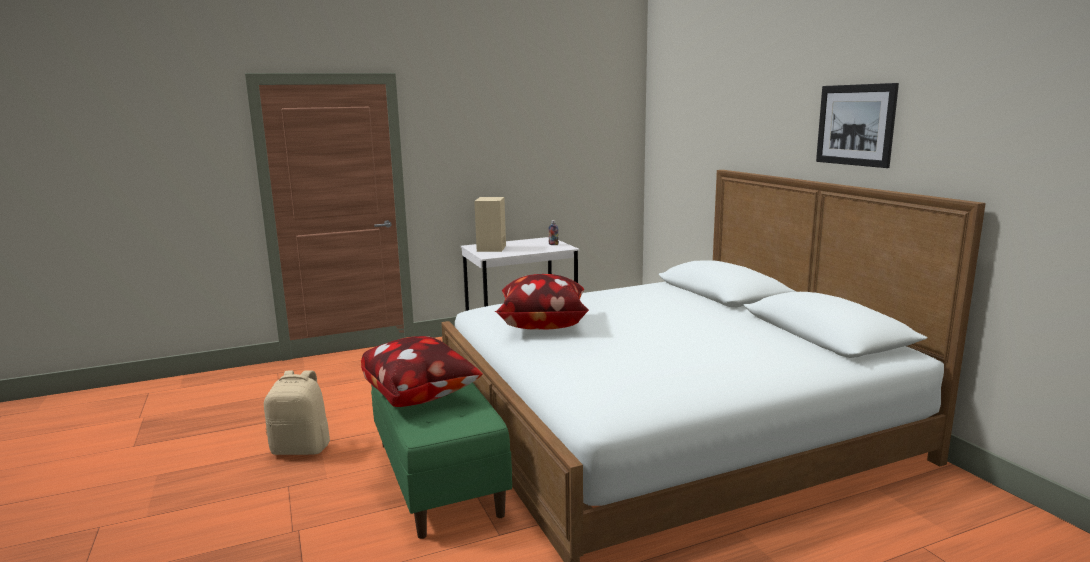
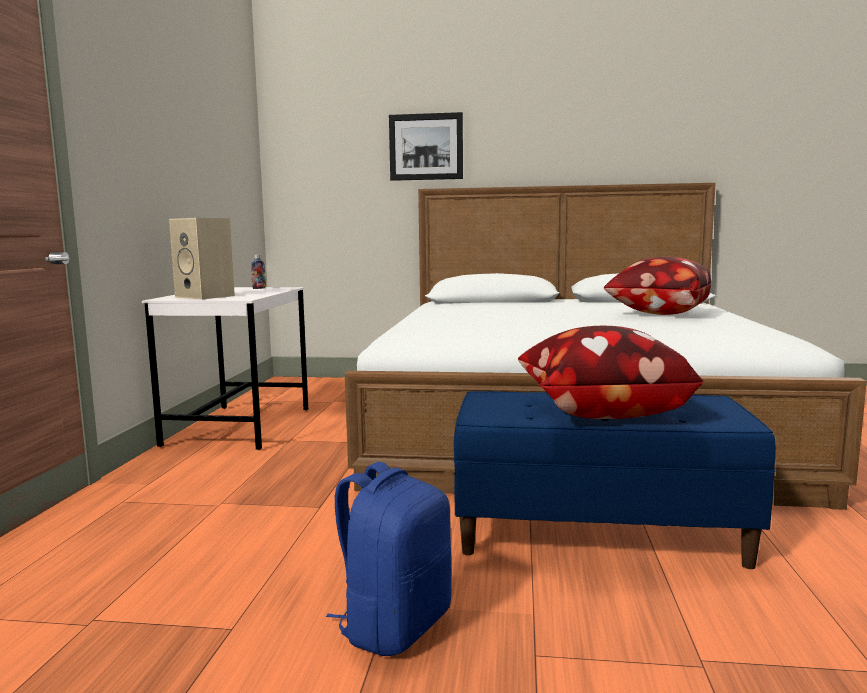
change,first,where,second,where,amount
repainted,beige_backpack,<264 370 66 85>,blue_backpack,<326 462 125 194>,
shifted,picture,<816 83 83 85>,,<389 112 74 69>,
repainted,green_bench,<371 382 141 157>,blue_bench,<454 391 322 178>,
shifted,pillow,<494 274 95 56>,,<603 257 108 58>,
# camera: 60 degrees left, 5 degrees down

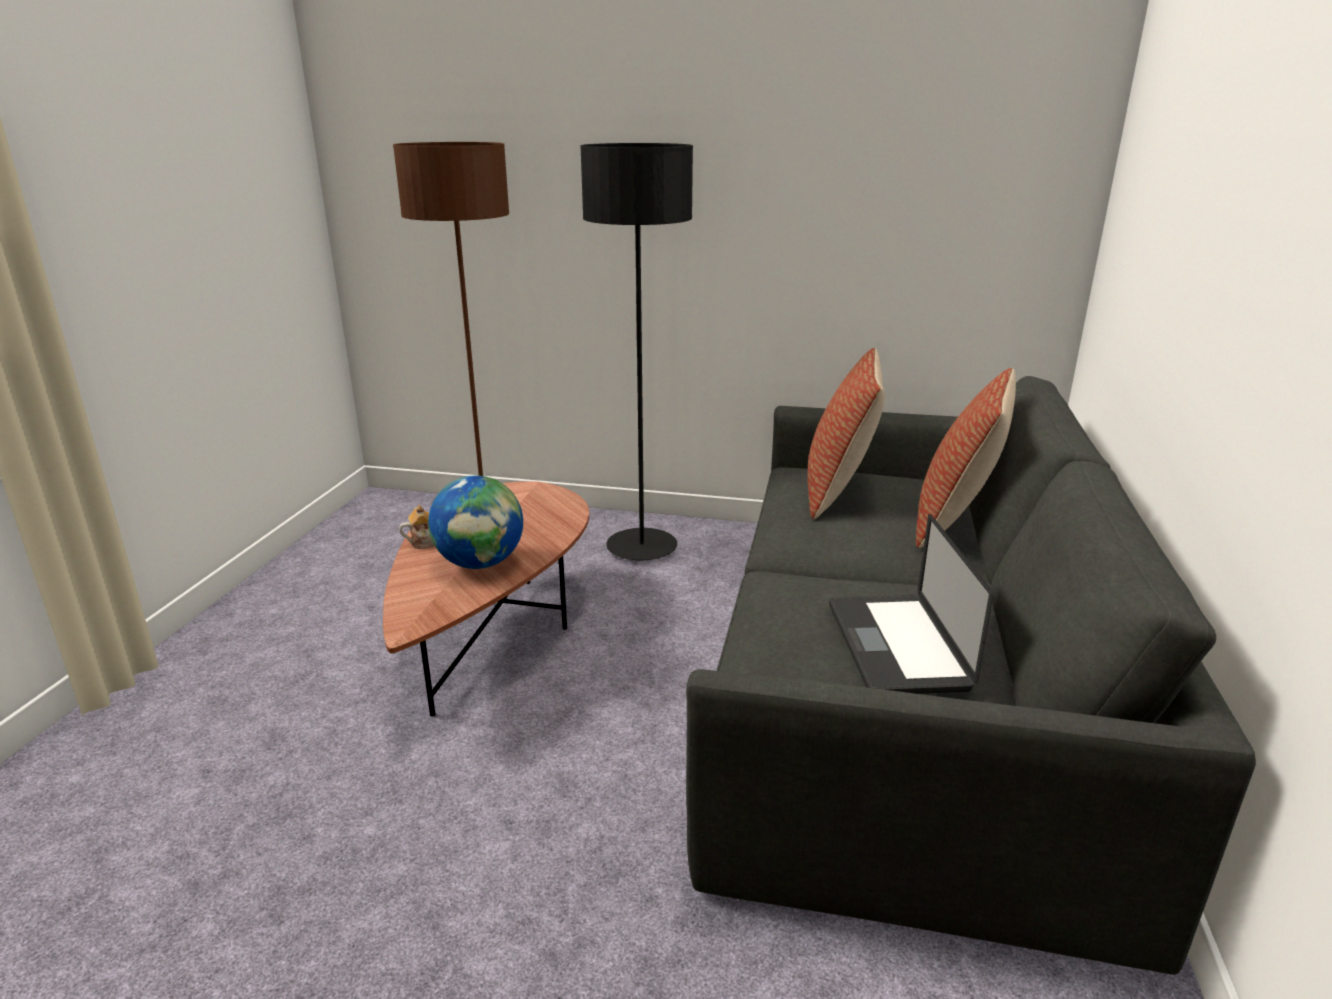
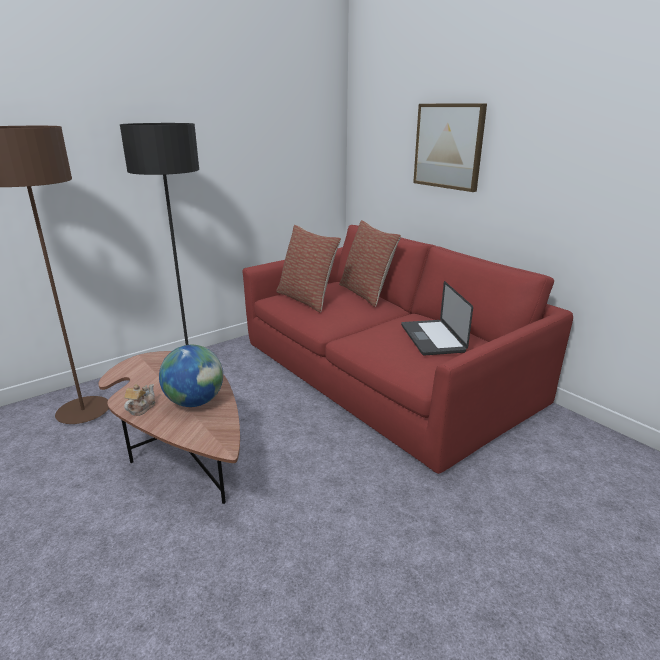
change,first,where,second,where,amount
repainted,grey_sofa,<686 376 570 599>,red_sofa,<242 225 331 249>,
rotated,laptop,<829 514 164 180>,,<401 281 72 75>,45 degrees clockwise
new,,,picture,<413 103 74 89>,
# camera: 50 degrees left, 0 degrees up

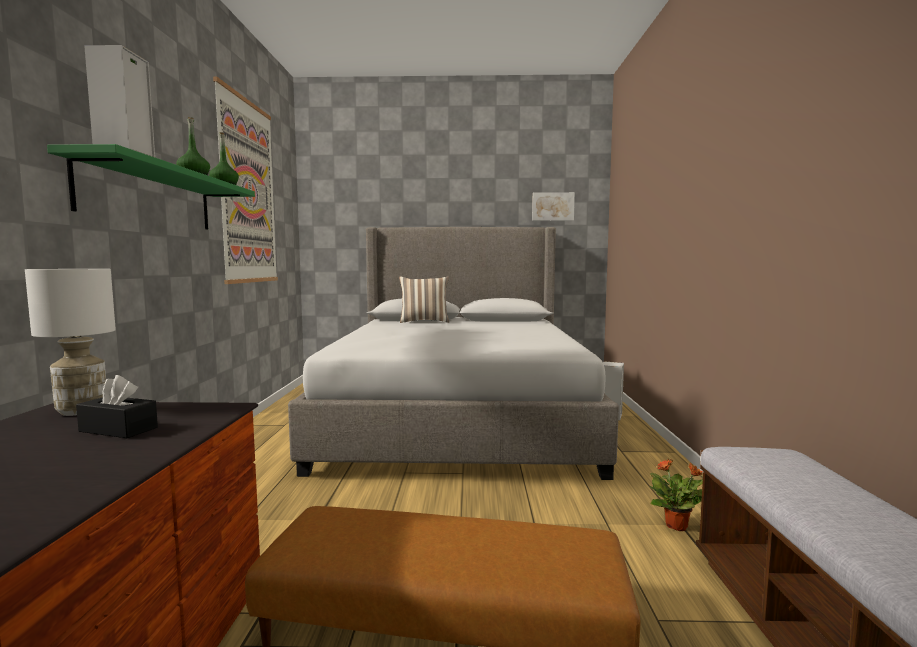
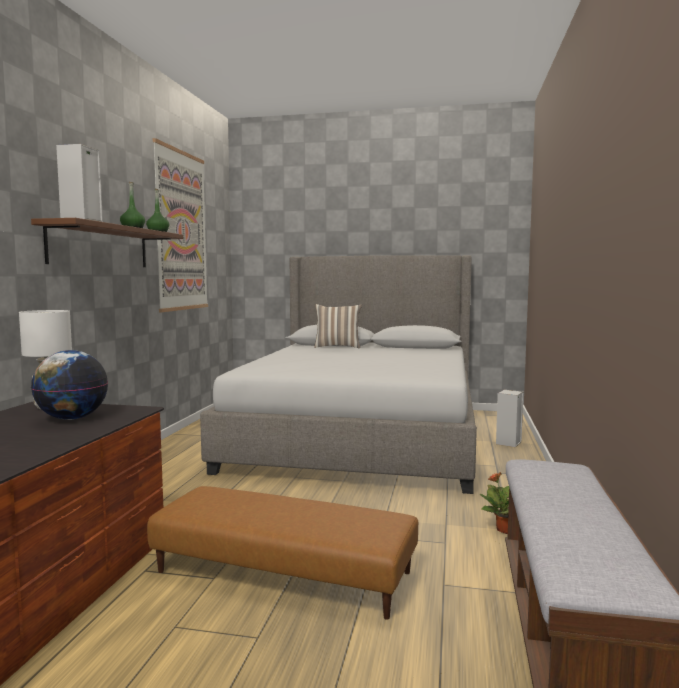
change,first,where,second,where,amount
repainted,green_shelf,<47 144 208 85>,brown_shelf,<31 218 152 49>,
swapped,black_tissue_box,<76 375 82 63>,globe,<31 350 77 70>,
gone,picture,<532 192 43 29>,,,
# camera: 10 degrees right, 0 degrees up

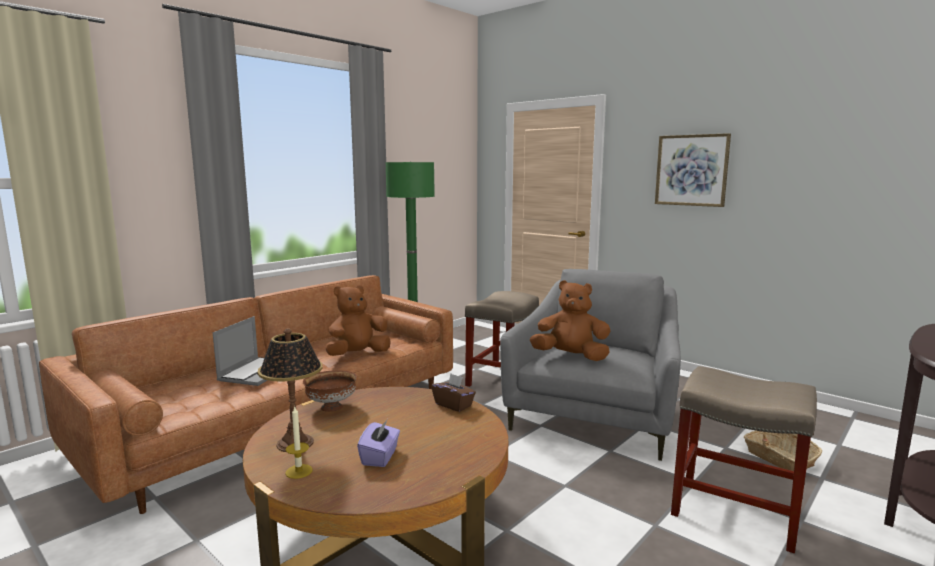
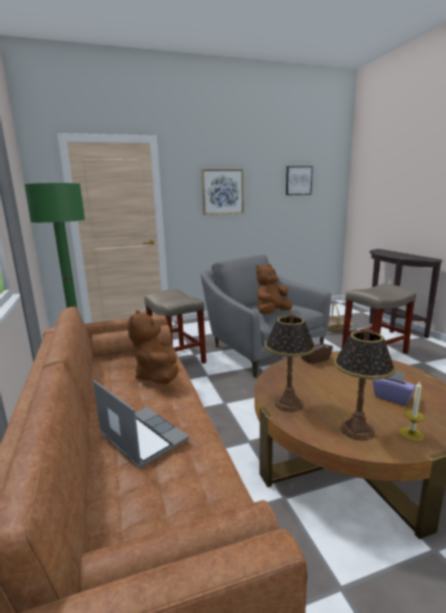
change,first,where,second,where,amount
swapped,brown_bowl,<303 370 54 42>,table_lamp,<265 313 51 99>,
new,,,picture,<286 166 27 29>,
# camera: 60 degrees left, 5 degrees up

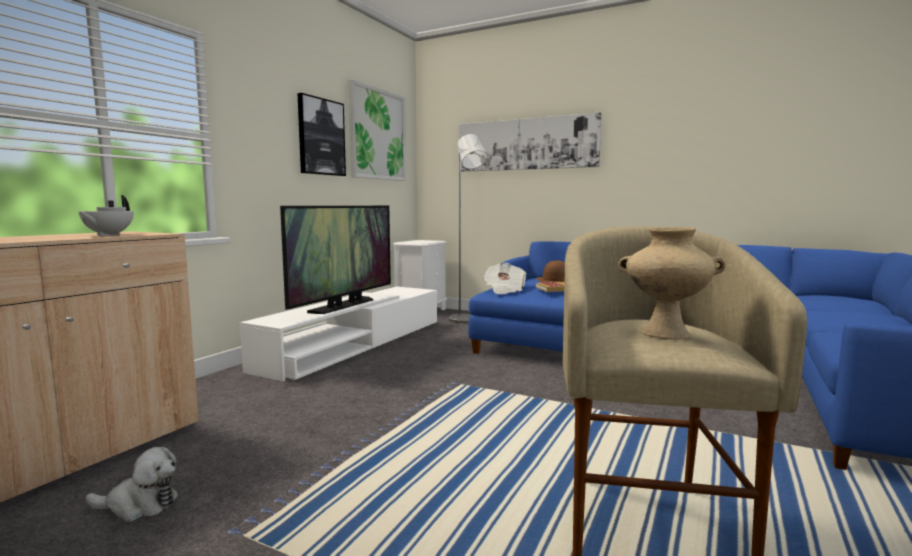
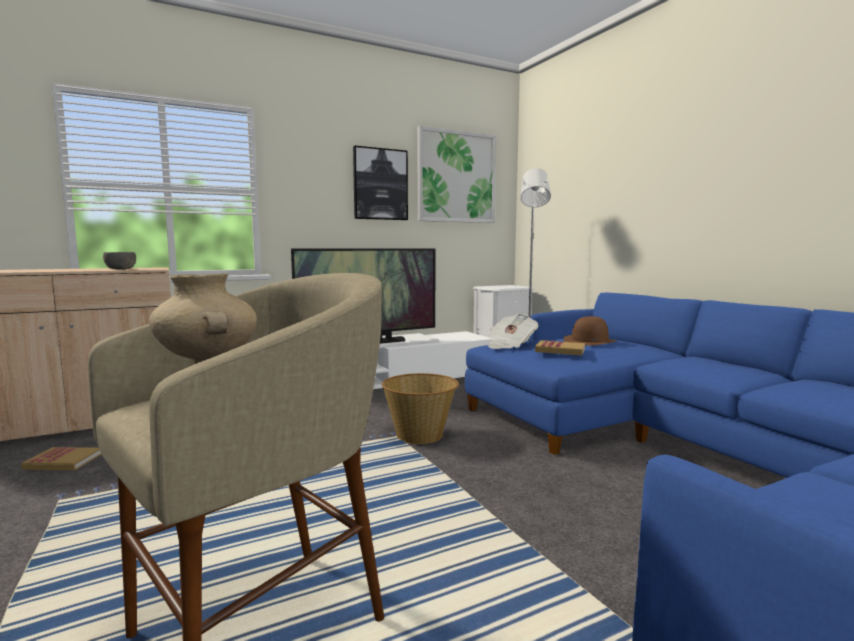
change,first,where,second,where,amount
swapped,plush_toy,<86 447 92 75>,book,<21 447 80 23>,
swapped,white_teapot,<78 195 56 41>,grey_bowl,<103 252 33 18>,
new,,,basket,<382 373 77 71>,
gone,picture,<459 112 143 60>,,,
# camera: 35 degrees right, 0 degrees up

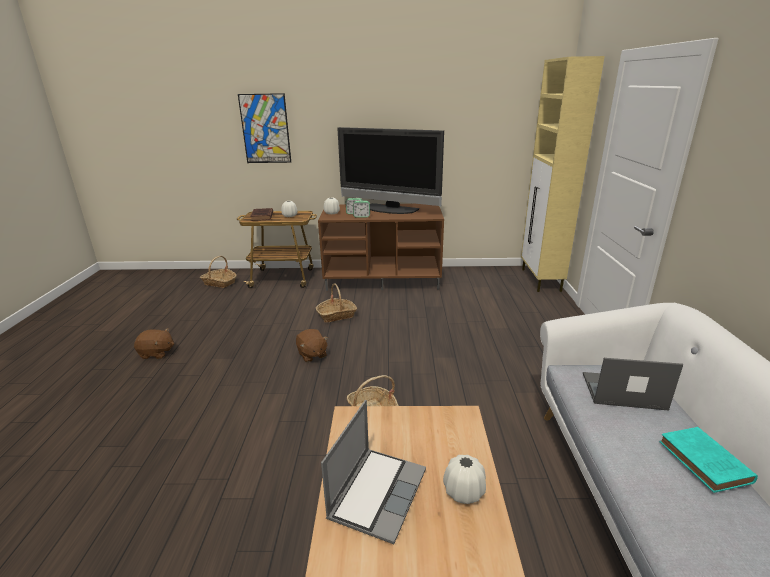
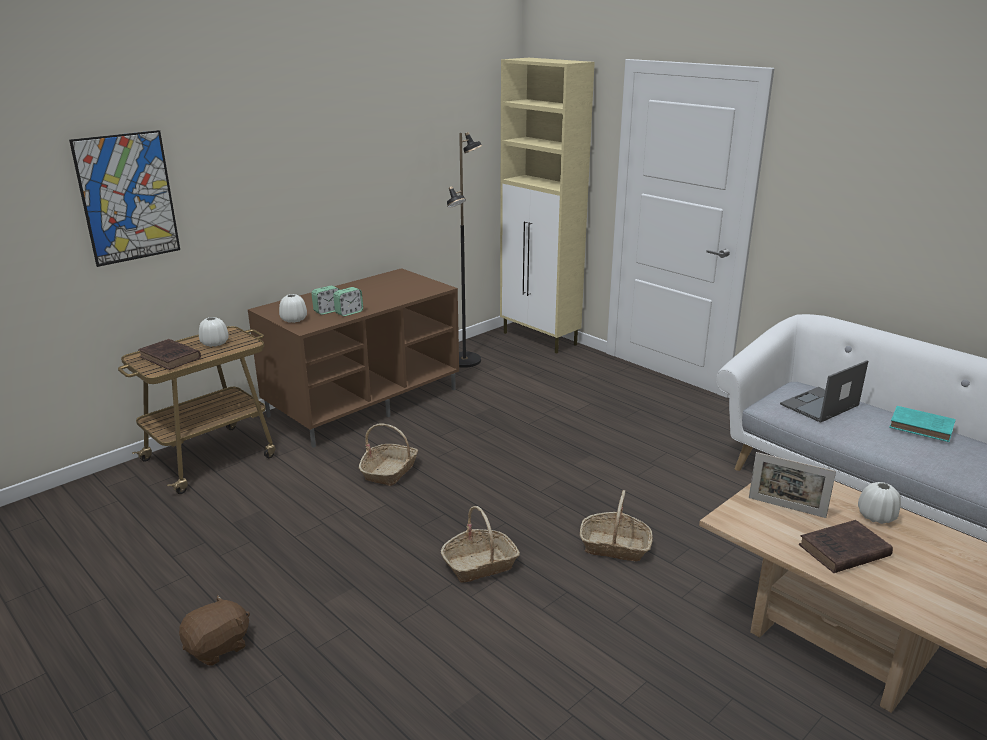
change,first,where,second,where,amount
shifted,basket,<200 256 37 32>,,<441 506 79 77>,
new,,,black_floor_lamp,<447 132 35 236>,
new,,,picture_frame,<749 452 87 66>,
swapped,laptop,<321 400 105 144>,brown_book,<799 520 94 53>,
gone,brown_plush_toy,<296 329 32 33>,,,
gone,television,<337 127 107 87>,,,
# camera: 45 degrees left, 0 degrees up

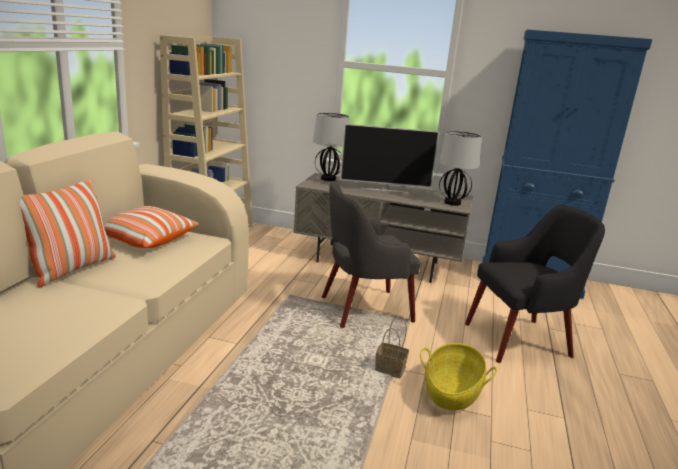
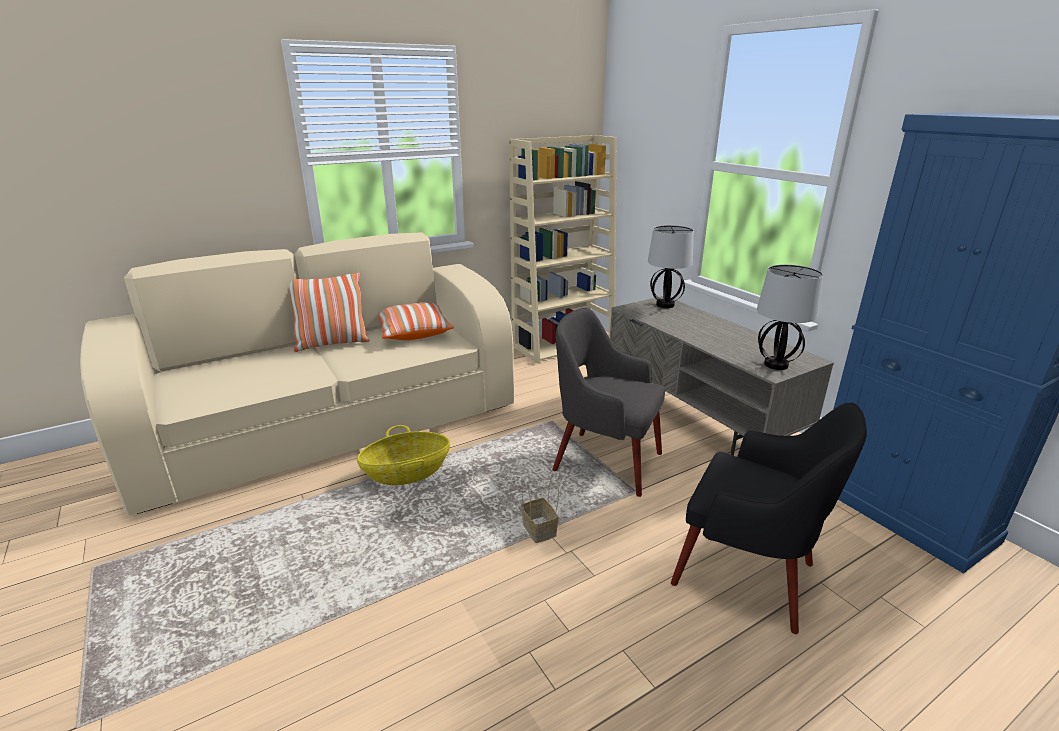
change,first,where,second,where,amount
shifted,basket,<420 343 77 68>,,<357 425 93 60>,
gone,television,<340 124 99 69>,,,
# camera: 45 degrees right, 5 degrees up

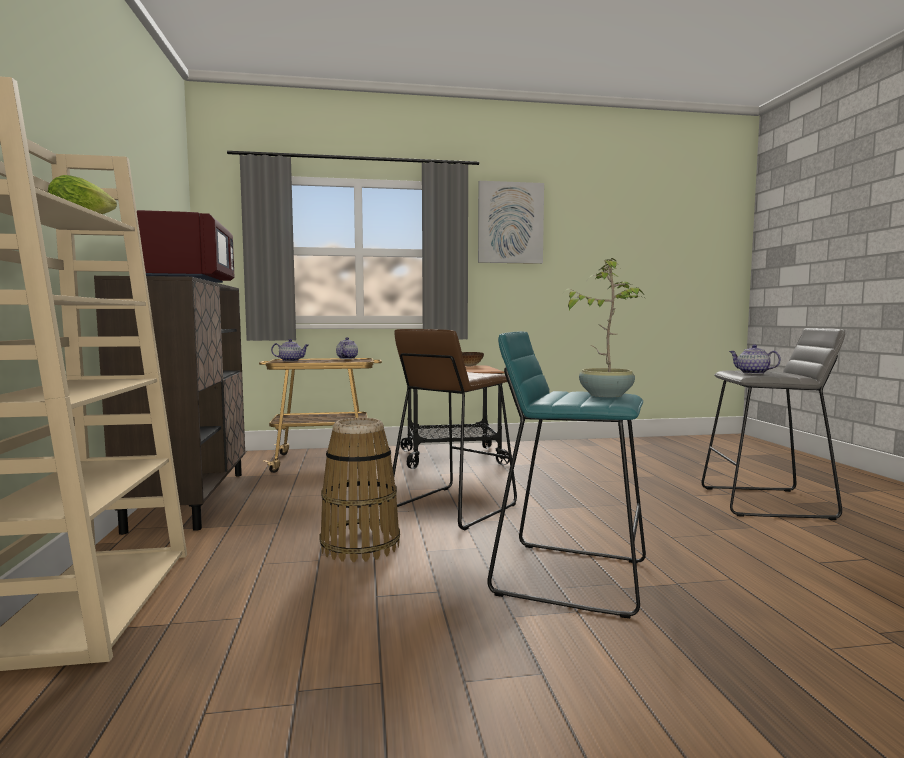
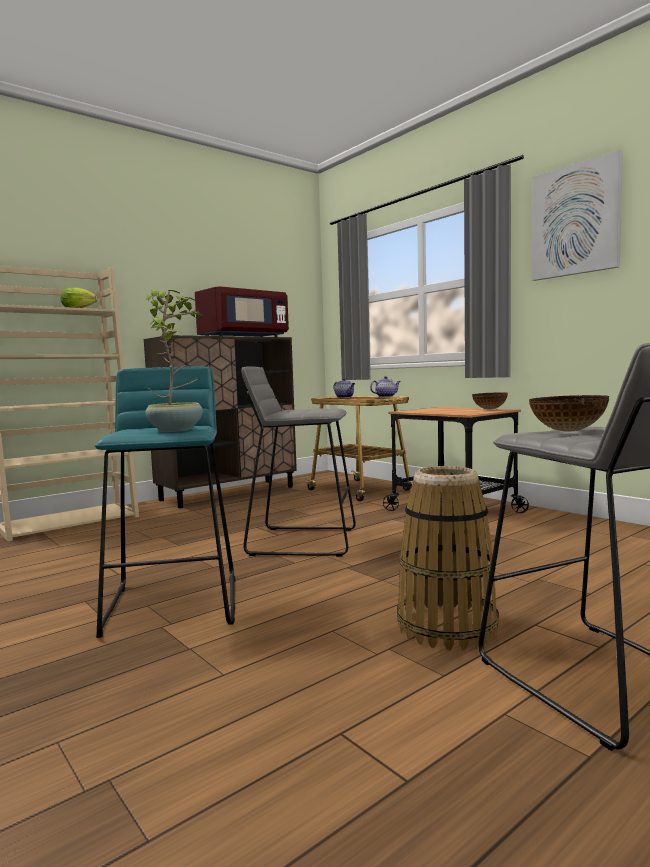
change,first,where,second,where,amount
repainted,brown_stool,<391 329 126 201>,grey_stool,<241 366 115 191>,
shifted,basket,<320 418 80 144>,,<397 466 102 184>,
swapped,teapot,<729 345 52 29>,bowl,<529 395 80 36>,
# camera: 60 degrees right, 0 degrees up

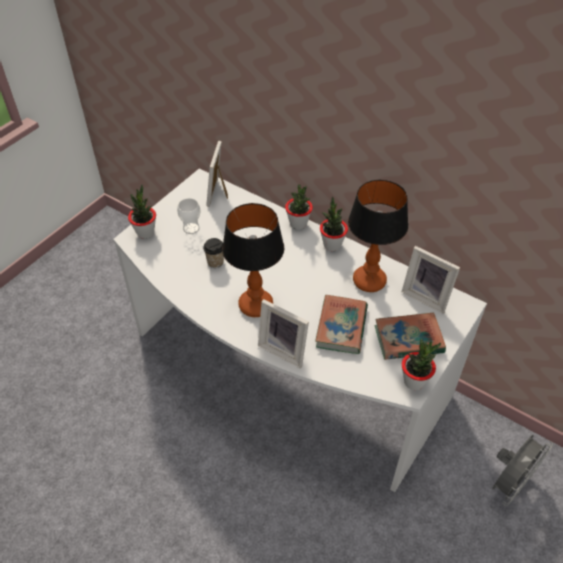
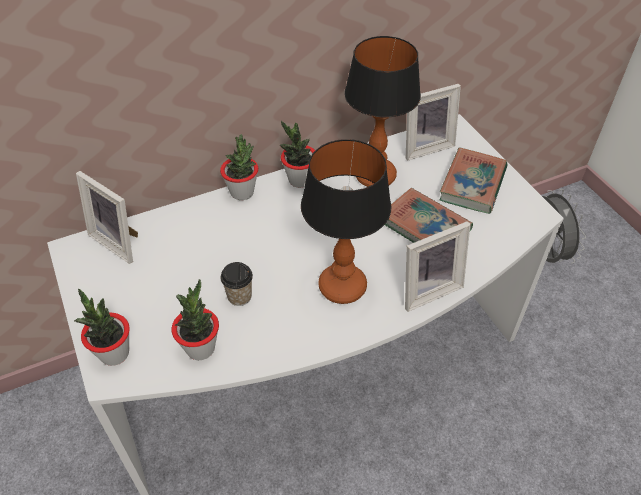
change,first,where,second,where,amount
shifted,potted_plant,<402 339 39 51>,,<171 279 48 81>,
gone,cup,<177 198 24 36>,,,
# camera: 60 degrees left, 0 degrees up

